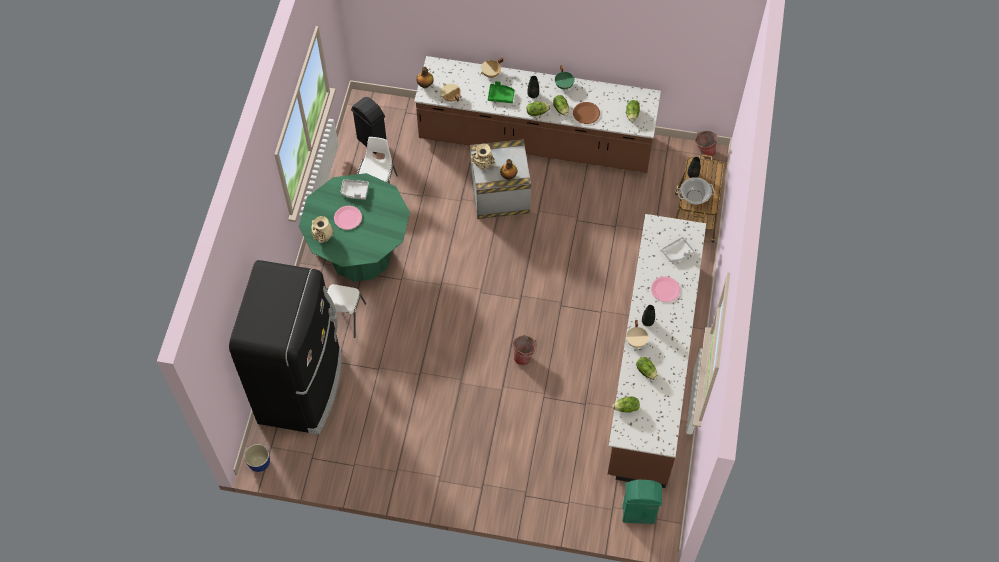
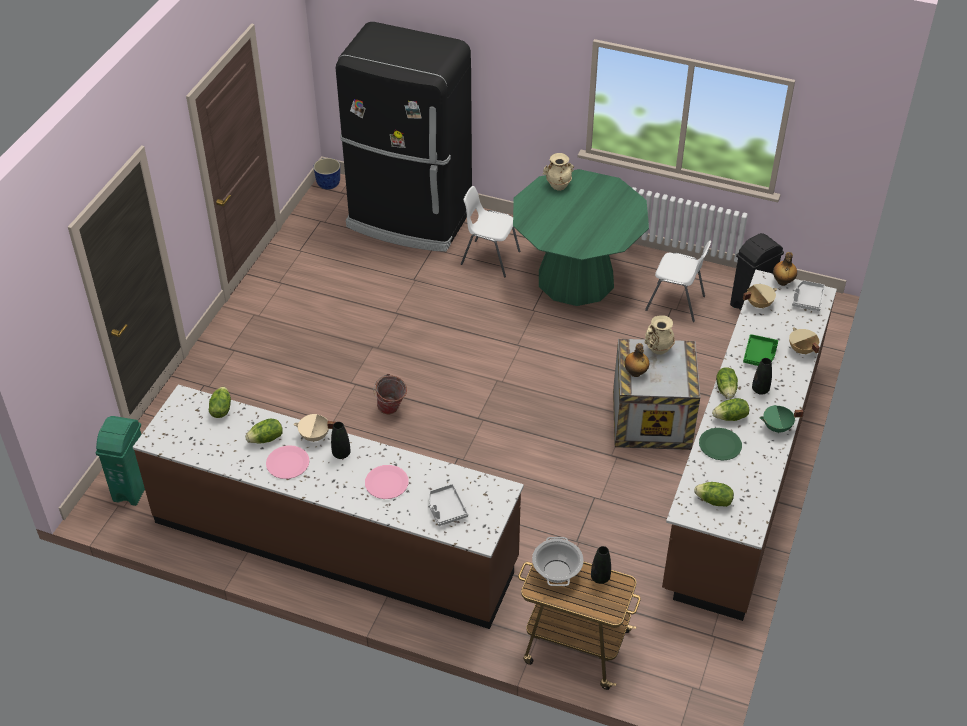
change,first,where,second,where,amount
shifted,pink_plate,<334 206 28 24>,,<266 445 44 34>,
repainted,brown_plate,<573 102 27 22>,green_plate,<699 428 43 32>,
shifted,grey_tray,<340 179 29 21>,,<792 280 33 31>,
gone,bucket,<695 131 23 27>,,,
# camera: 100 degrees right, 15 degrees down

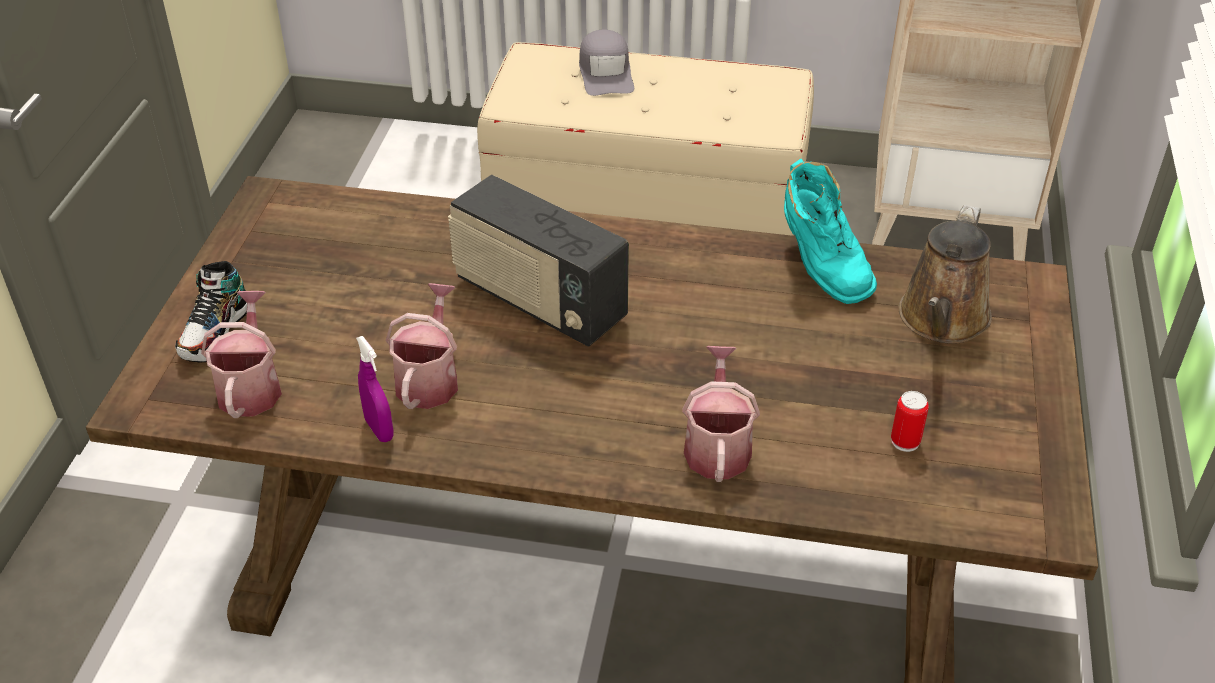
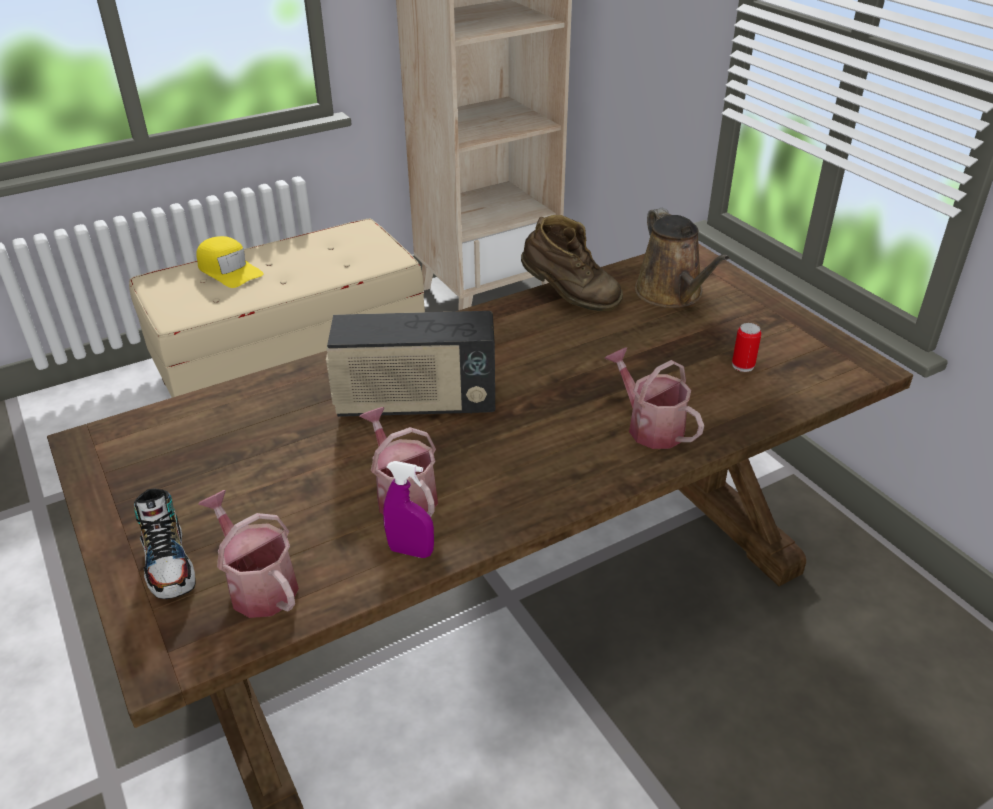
change,first,where,second,where,amount
repainted,grey_cap,<579 30 55 66>,yellow_cap,<197 236 66 52>,
repainted,turquoise_boot,<784 159 93 145>,brown_boot,<521 215 102 96>,
# camera: 40 degrees left, 5 degrees down

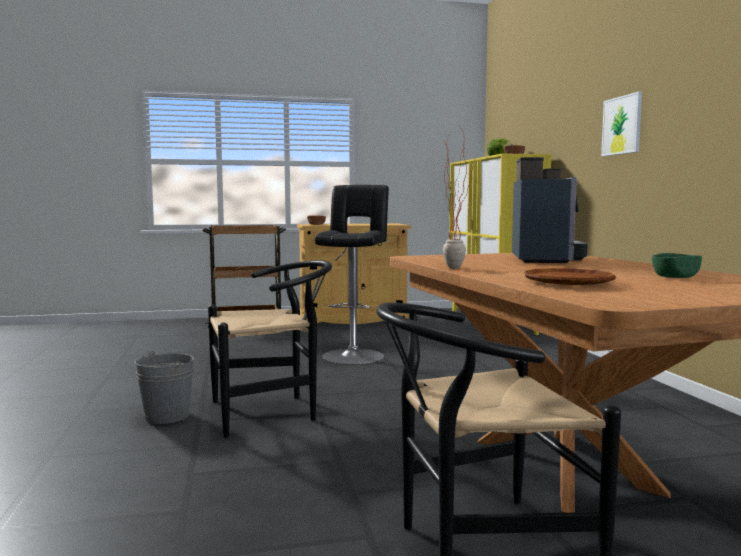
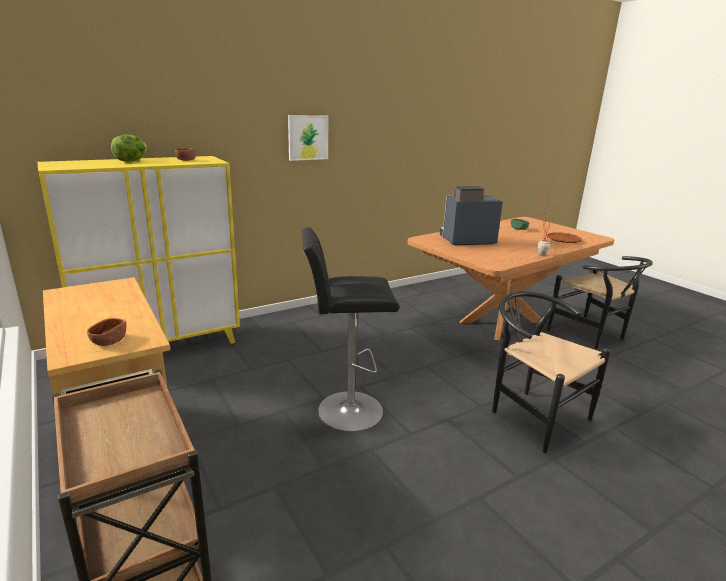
change,first,where,second,where,amount
gone,grey_bucket,<134 351 60 73>,,,
# camera: 110 degrees left, 15 degrees up

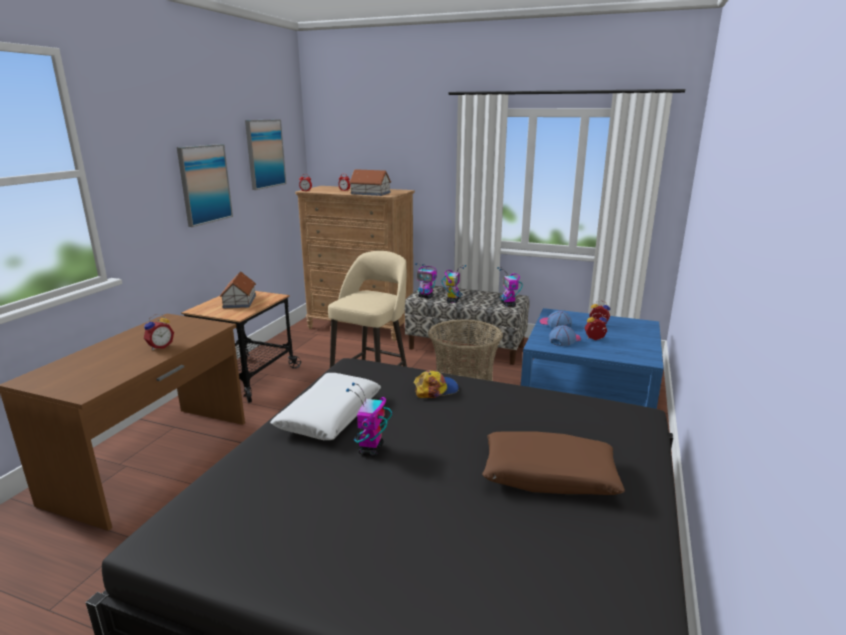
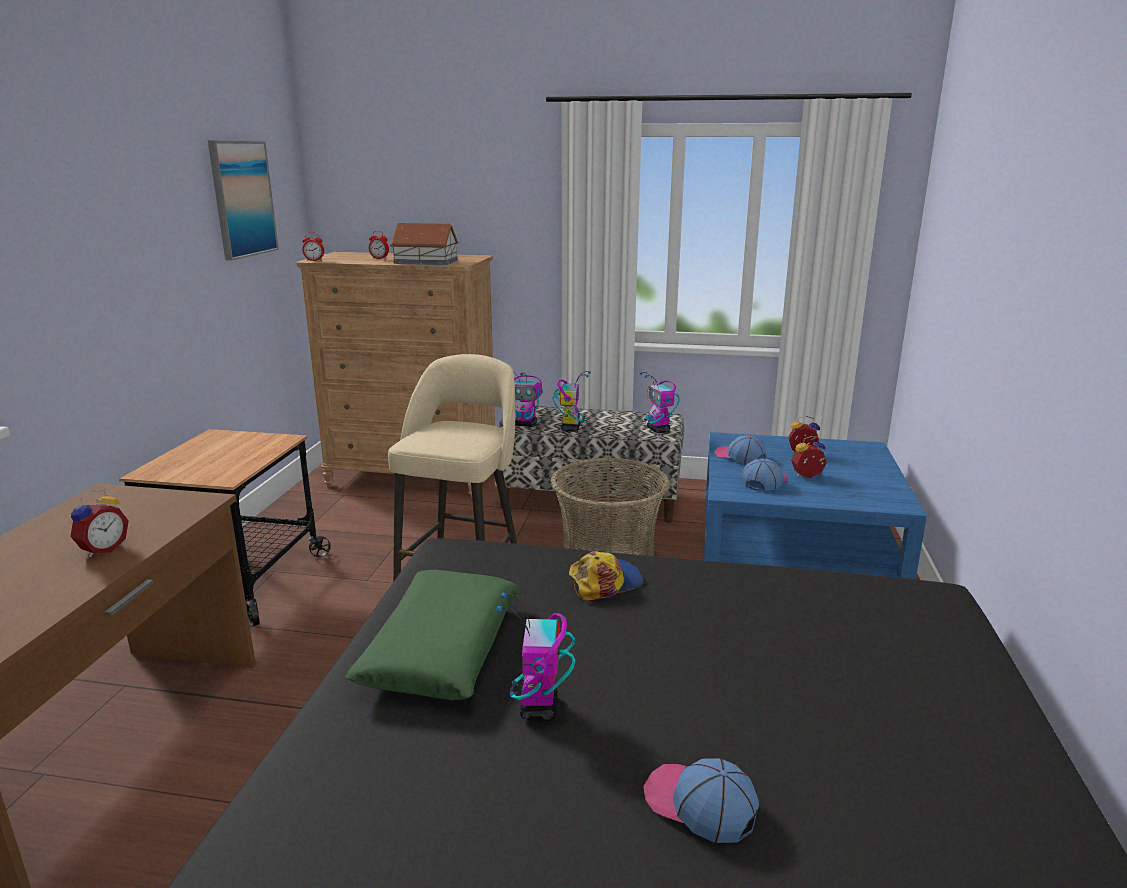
change,first,where,second,where,amount
repainted,white_pillow,<270 373 111 67>,green_pillow,<346 570 173 130>,
new,,,cap,<643 758 116 85>,
gone,picture,<177 144 56 83>,,,
gone,toy_house,<220 271 36 37>,,,
gone,brown_pillow,<482 432 143 63>,,,
# camera: 10 degrees left, 0 degrees up

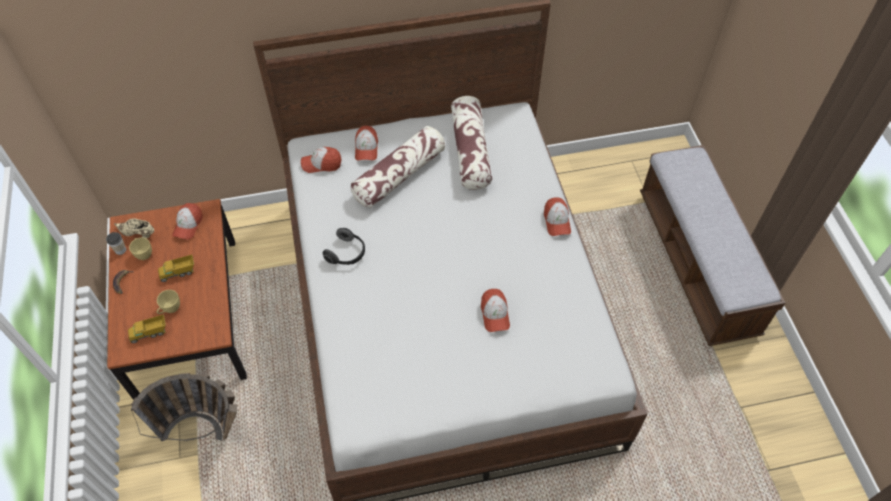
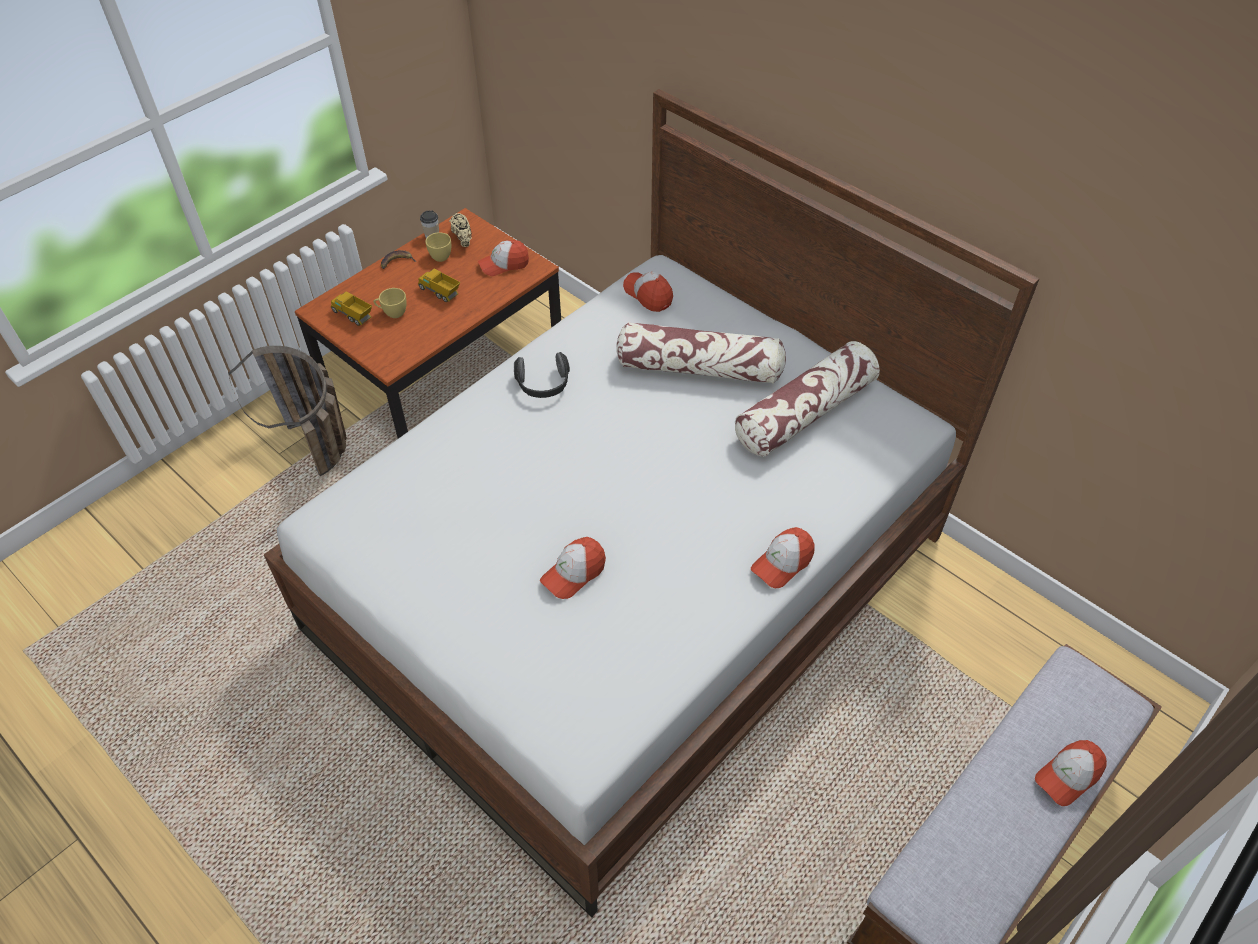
change,first,where,second,where,amount
shifted,cap,<355 126 23 34>,,<1035 740 72 66>,
# camera: 55 degrees right, 5 degrees down

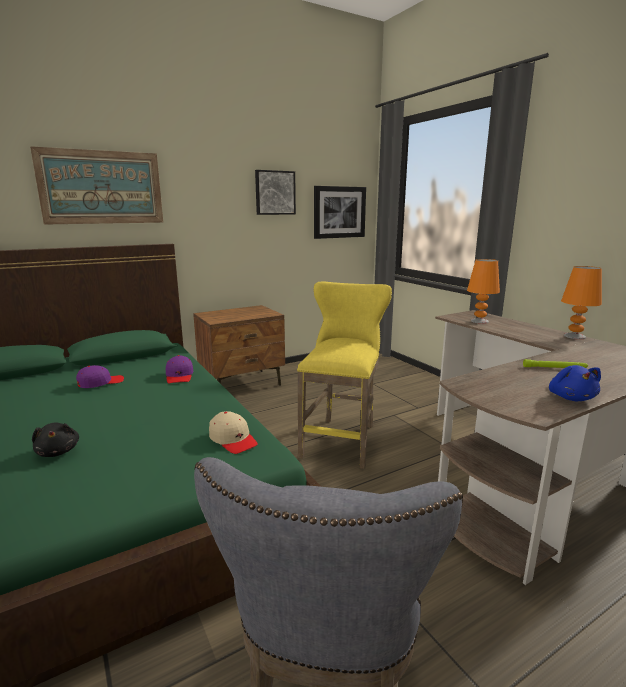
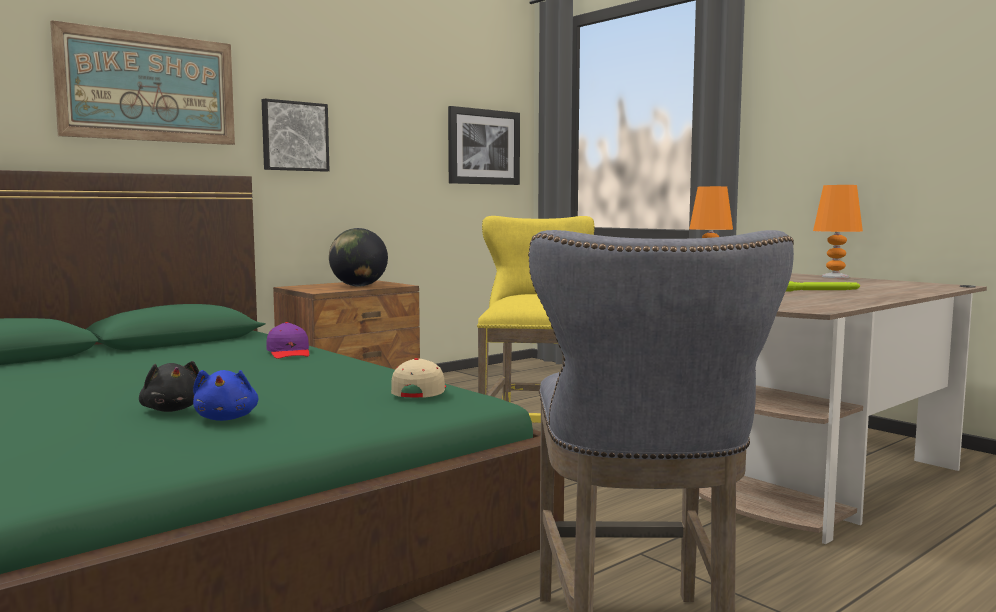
change,first,where,second,where,amount
shifted,blue_plush_toy,<549 365 52 36>,,<193 370 65 51>,
shifted,picture,<255 170 41 45>,,<262 99 67 73>,
new,,,globe,<329 228 59 59>,
rotated,beige_cap,<209 411 49 43>,,<391 358 55 40>,120 degrees counterclockwise
gone,purple_cap,<76 365 48 23>,,,
# camera: 10 degrees left, 10 degrees down

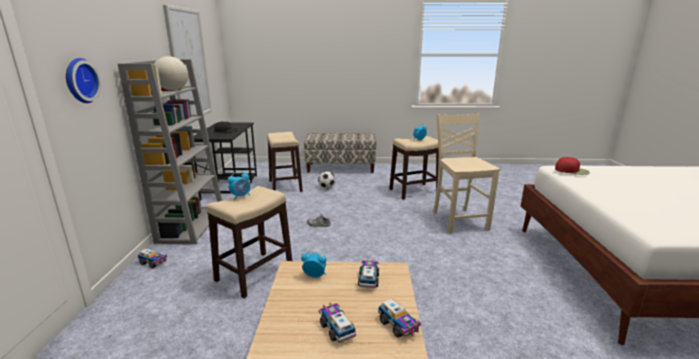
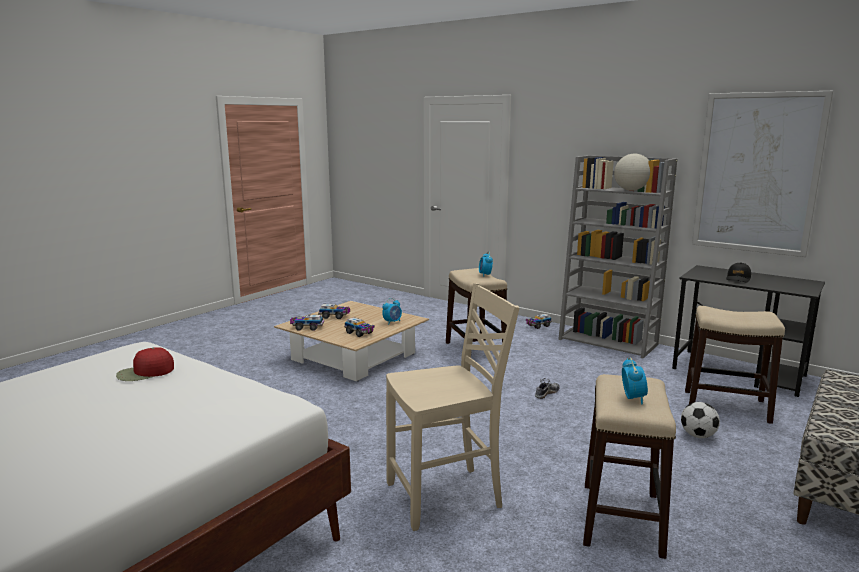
change,first,where,second,where,amount
shifted,red_cap,<555 157 35 18>,,<116 347 58 34>,
rotated,beige_chair,<433 113 67 121>,,<386 283 133 248>,45 degrees counterclockwise
gone,wall_clock,<66 58 35 45>,,,
# camera: 125 degrees right, 5 degrees down

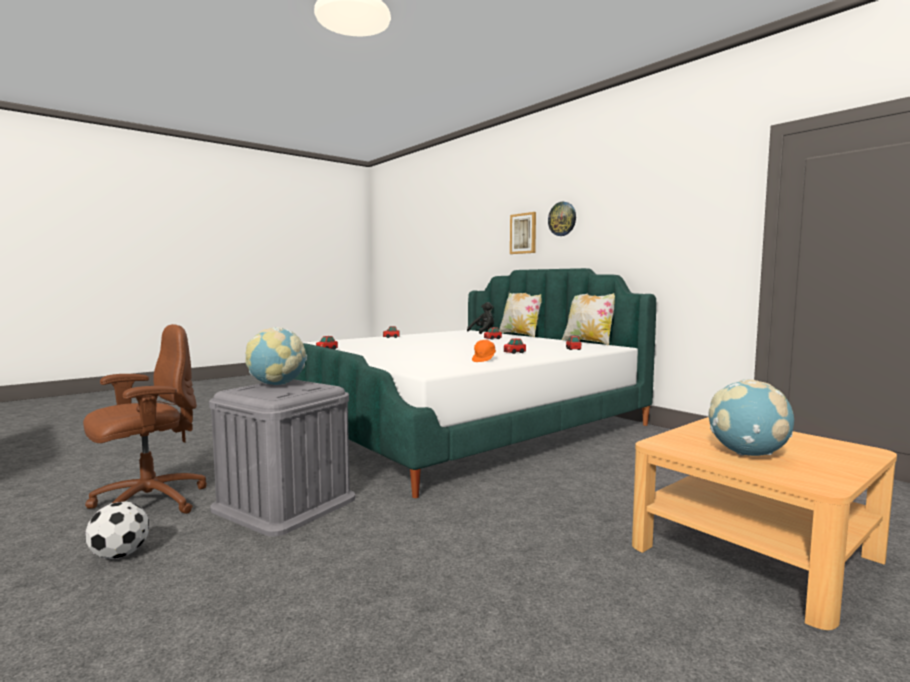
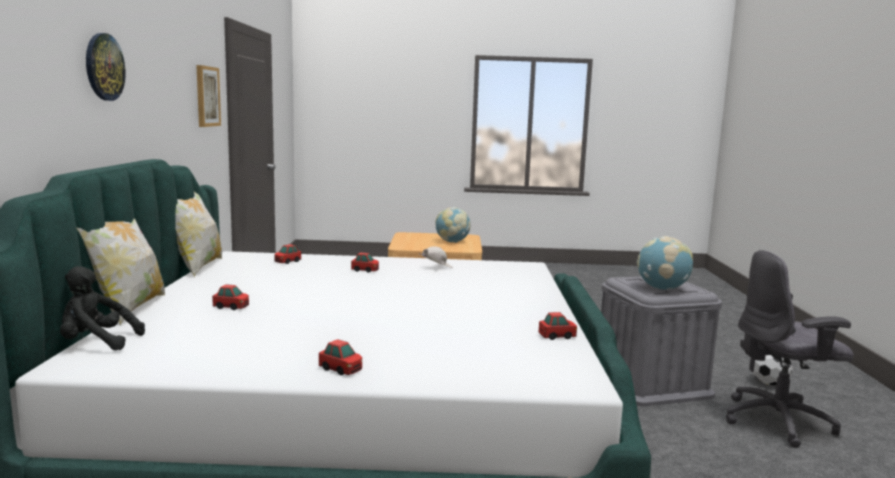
change,first,where,second,where,amount
shifted,picture,<510 212 26 42>,,<196 65 25 62>,
repainted,orange_cap,<472 340 24 22>,white_cap,<419 246 34 22>,
repainted,brown_office_chair,<83 324 124 190>,grey_office_chair,<726 250 128 198>,
# camera: 140 degrees left, 5 degrees up

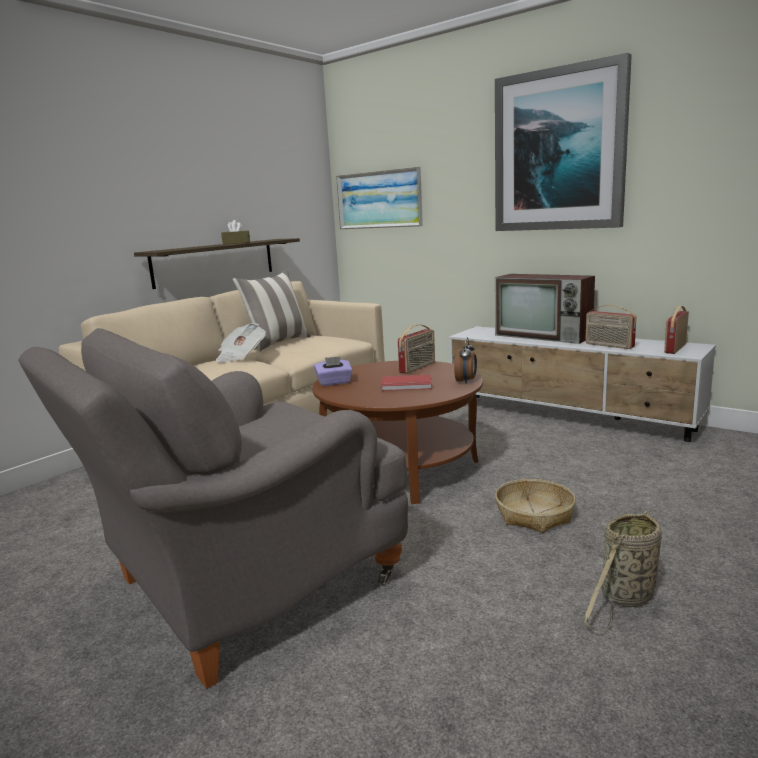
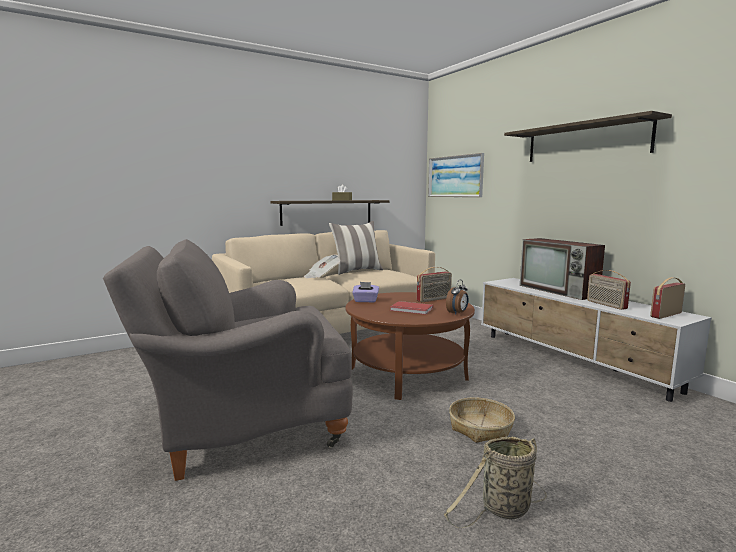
change,first,where,second,where,amount
swapped,picture,<495 53 137 178>,shelf,<504 111 168 51>,
# camera: 20 degrees right, 5 degrees down

